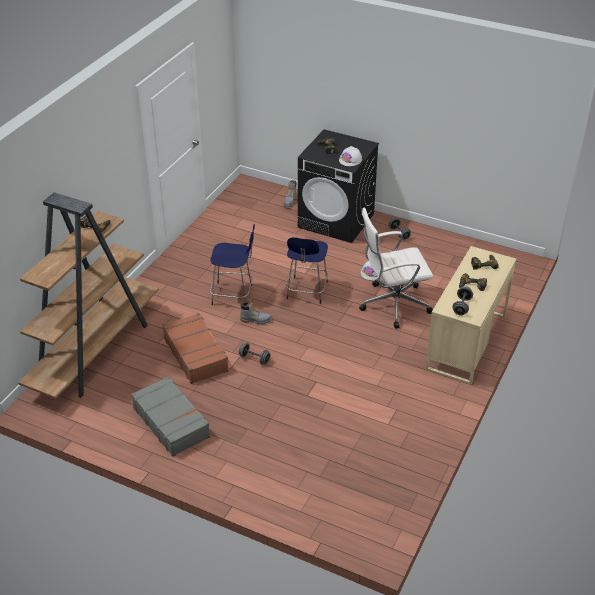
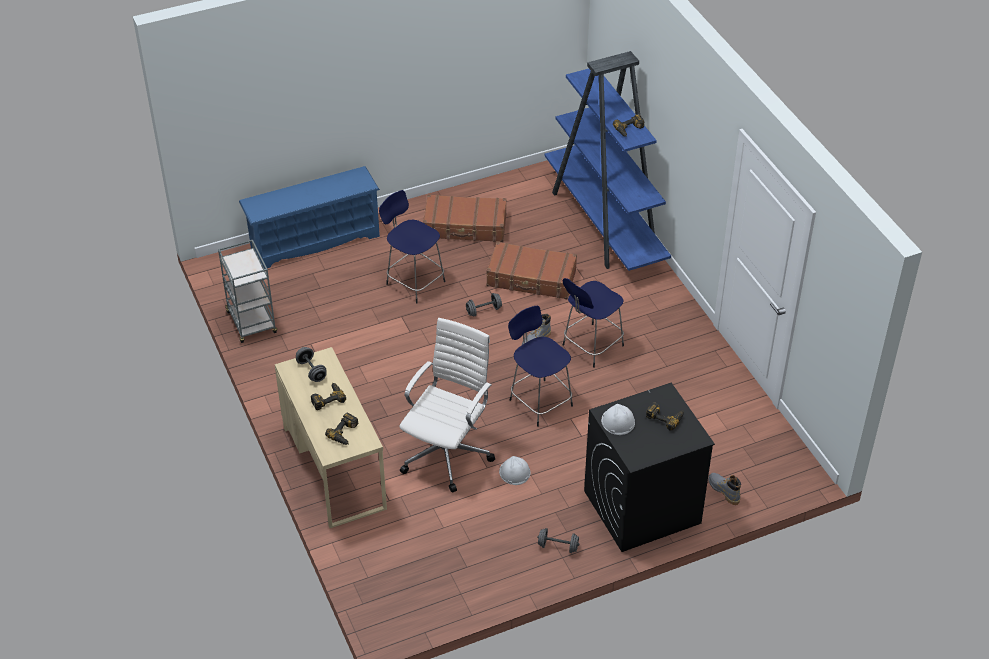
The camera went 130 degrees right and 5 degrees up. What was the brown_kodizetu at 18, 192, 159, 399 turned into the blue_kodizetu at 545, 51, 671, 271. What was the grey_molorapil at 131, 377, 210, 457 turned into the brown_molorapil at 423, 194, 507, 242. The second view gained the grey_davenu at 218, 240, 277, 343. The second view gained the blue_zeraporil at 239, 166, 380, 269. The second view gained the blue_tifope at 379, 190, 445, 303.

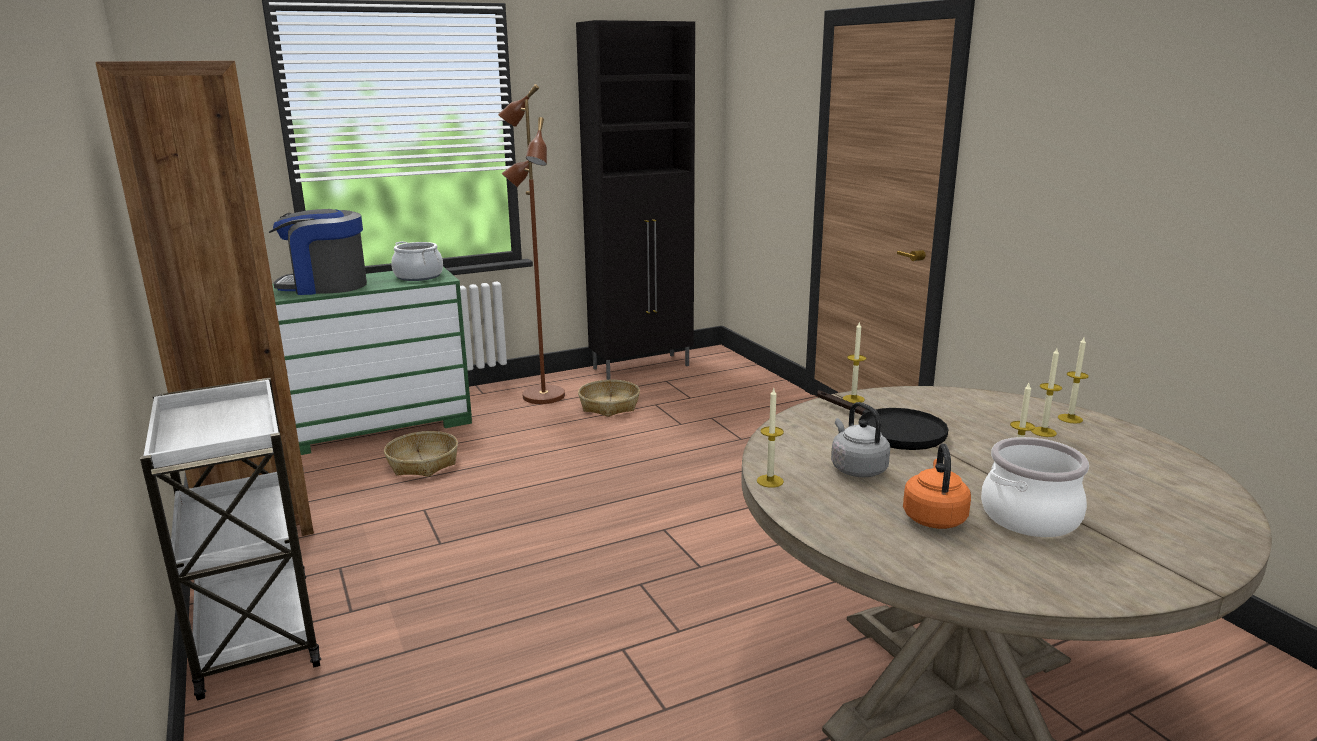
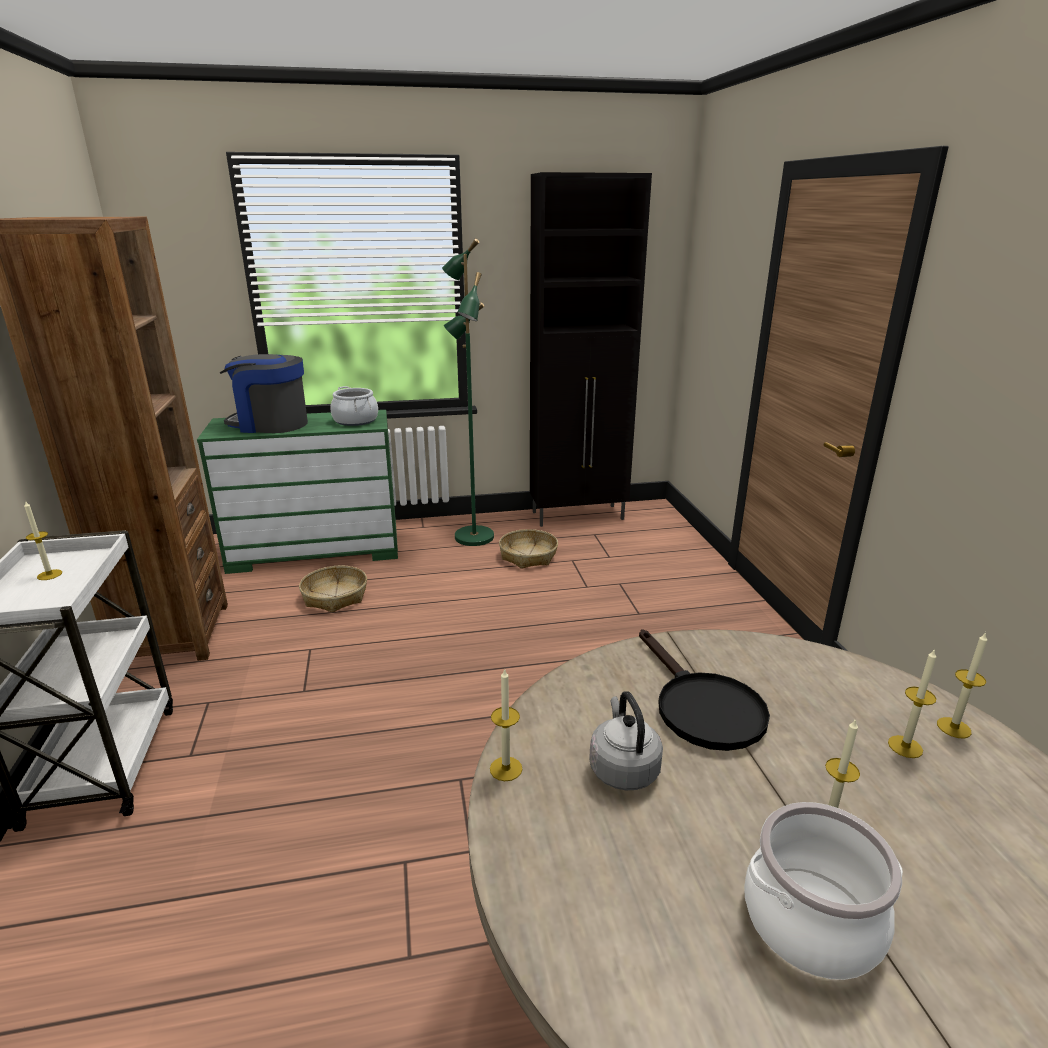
The camera went 15 degrees right and 5 degrees up. What was the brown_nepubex at 498, 84, 565, 404 turned into the green_nepubex at 442, 238, 494, 546. The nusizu ended up elsewhere, having gone from 843, 321, 866, 403 to 24, 500, 62, 580. The second view lost the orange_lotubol at 903, 444, 971, 529.

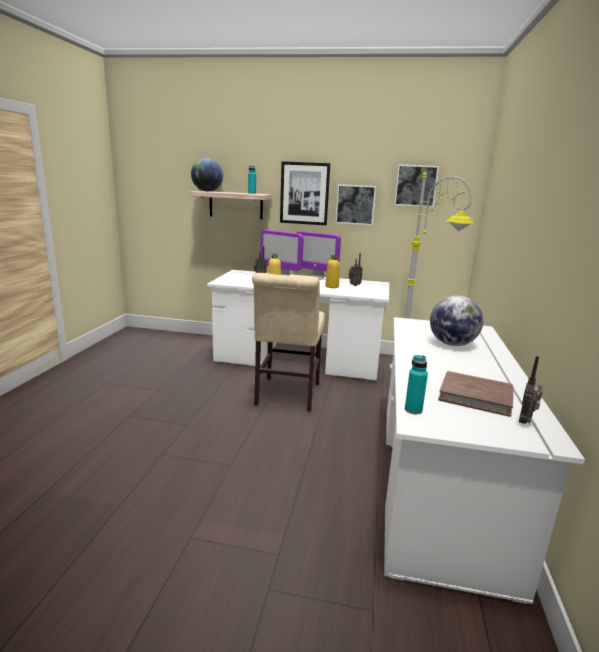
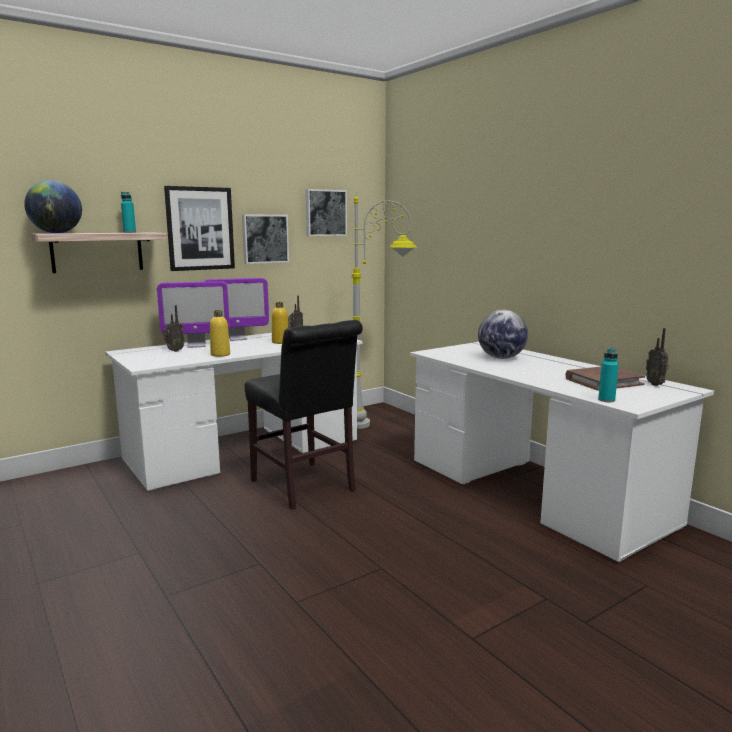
The camera went 45 degrees left and 5 degrees down. What was the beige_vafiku at 252, 273, 325, 412 turned into the black_vafiku at 244, 320, 363, 510.

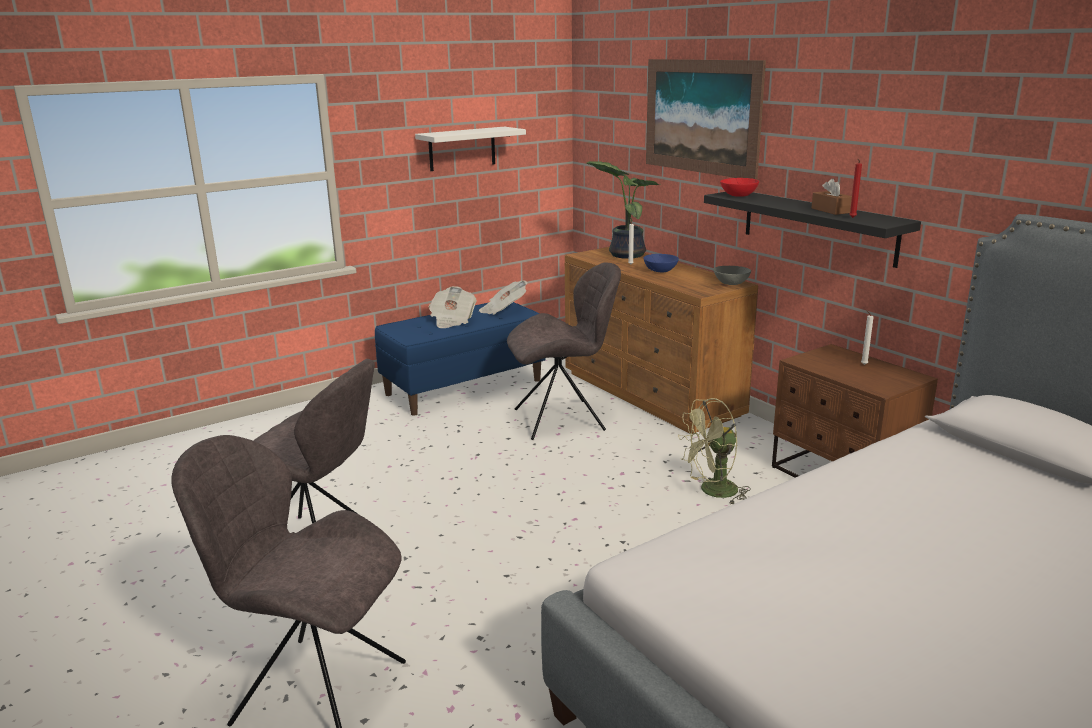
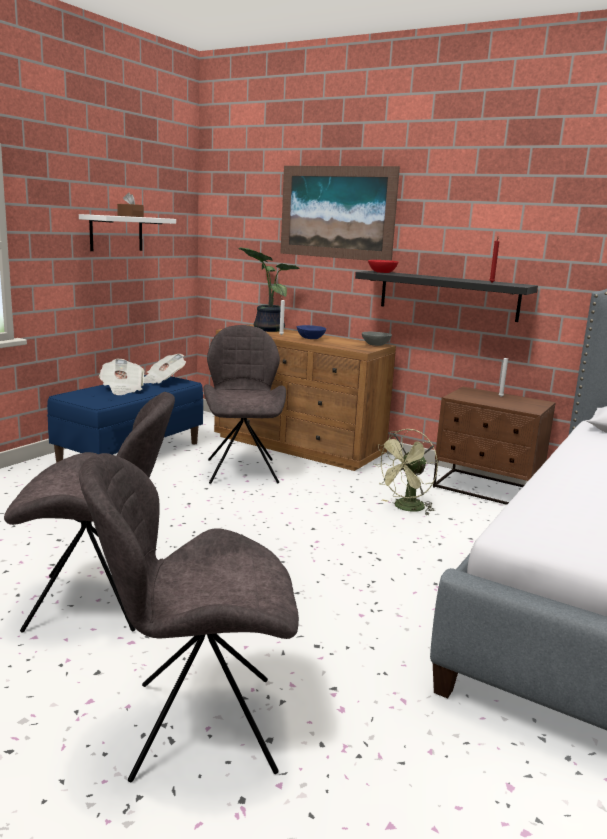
The camera went 25 degrees left and 5 degrees down. The grey_vafiku at 507, 262, 621, 440 ended up facing another way, 60 degrees counterclockwise from before. The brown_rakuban ended up elsewhere, having gone from 811, 179, 852, 215 to 117, 193, 144, 217.

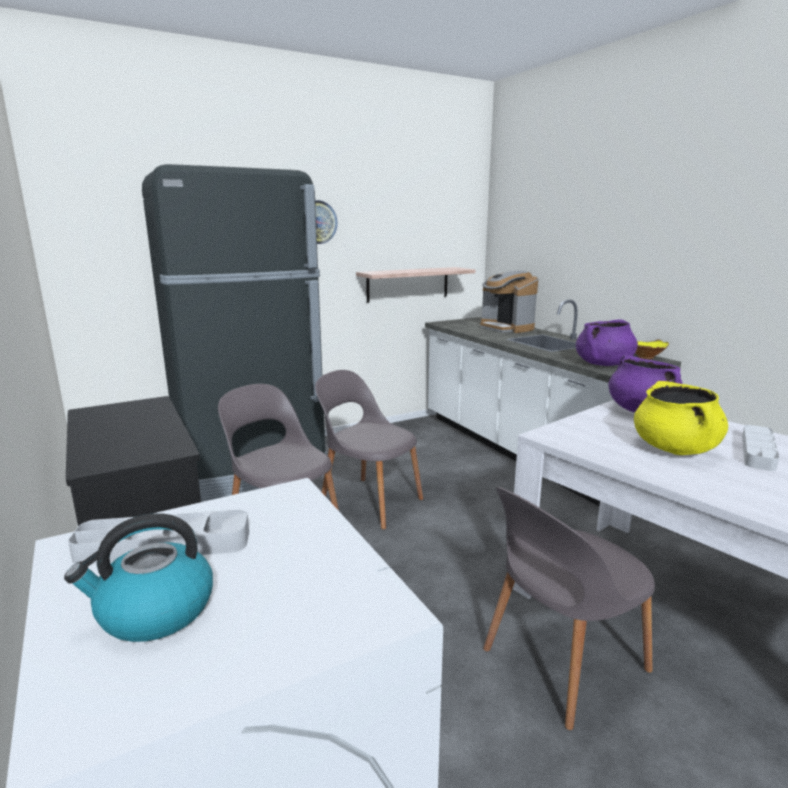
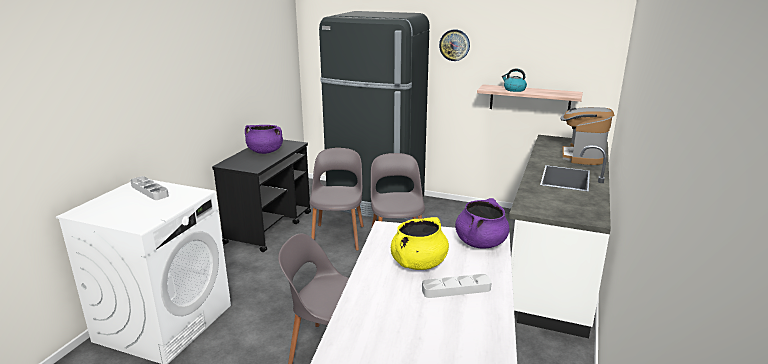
The camera went 50 degrees right and 5 degrees up. The lotubol ended up elsewhere, having gone from 64, 513, 213, 642 to 502, 68, 527, 92. The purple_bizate ended up elsewhere, having gone from 576, 320, 638, 366 to 245, 125, 283, 154. The second view lost the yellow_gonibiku at 635, 339, 669, 359.

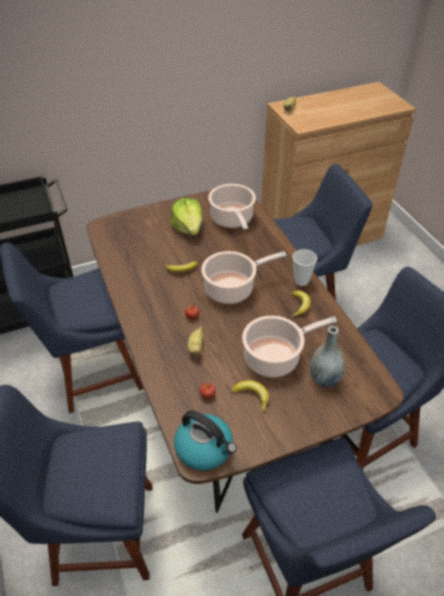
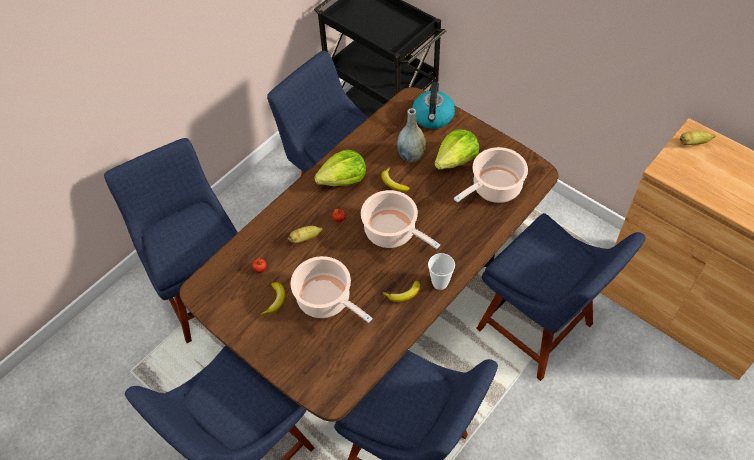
The camera went 65 degrees right and 10 degrees up. The lotubol ended up elsewhere, having gone from 174, 410, 237, 471 to 412, 81, 455, 129. The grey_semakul ended up elsewhere, having gone from 310, 326, 345, 388 to 397, 108, 426, 162. The second view gained the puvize at 314, 150, 366, 186.

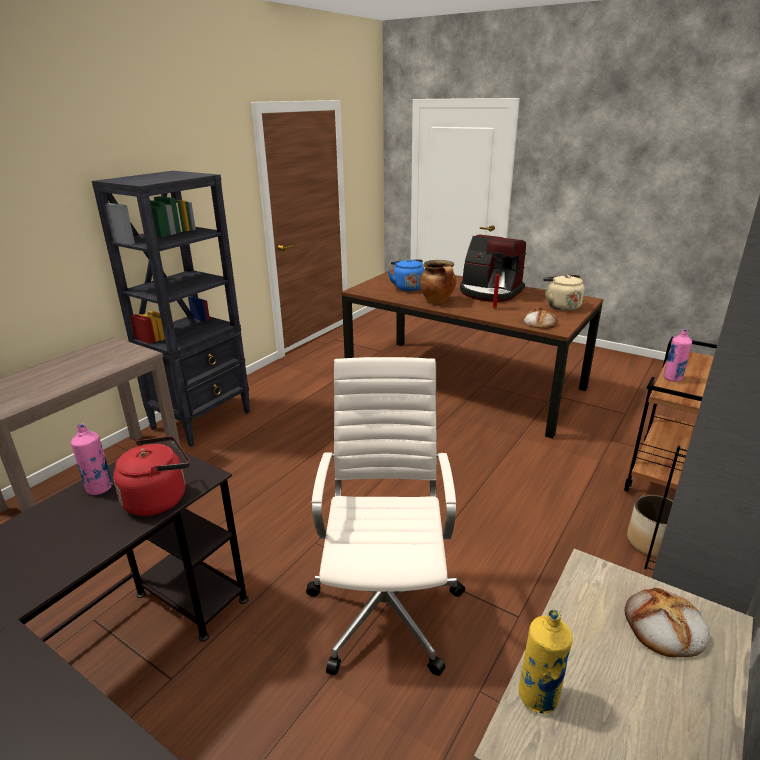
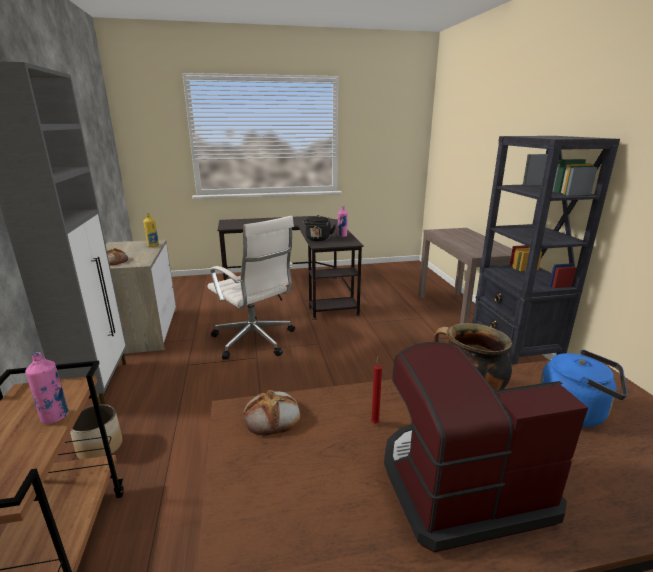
The camera went 135 degrees right and 5 degrees down. What was the red_lotubol at 113, 436, 190, 516 turned into the black_lotubol at 304, 215, 336, 241. The second view lost the beige_lotubol at 543, 275, 584, 311.

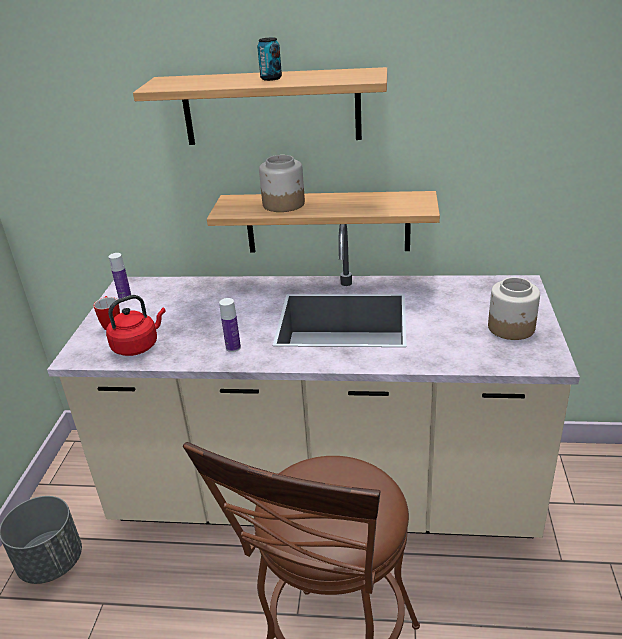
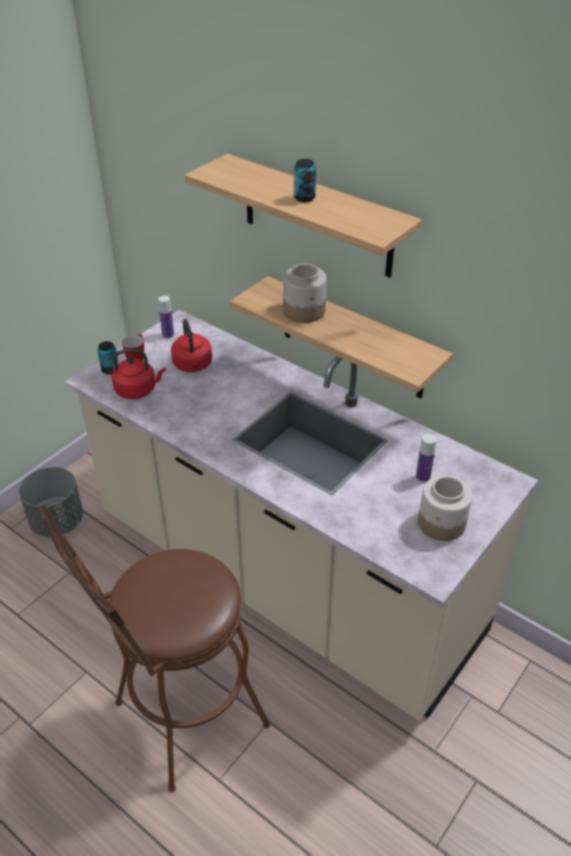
The camera went 30 degrees right and 10 degrees up. The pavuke ended up elsewhere, having gone from 219, 298, 241, 352 to 416, 434, 437, 482. The second view gained the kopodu at 98, 341, 119, 375. The second view gained the red_lotubol at 171, 319, 212, 372.

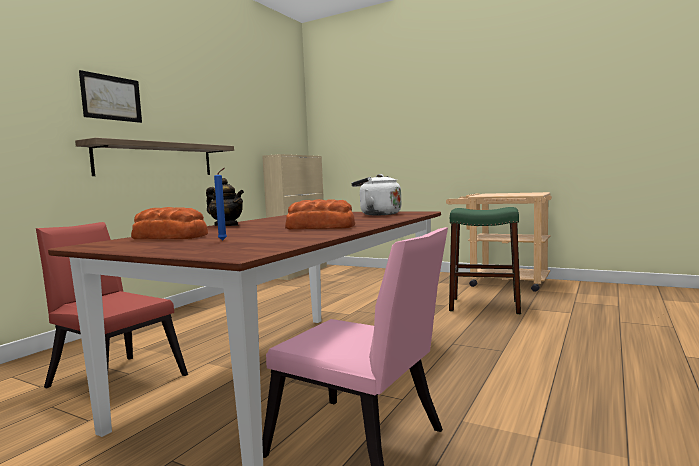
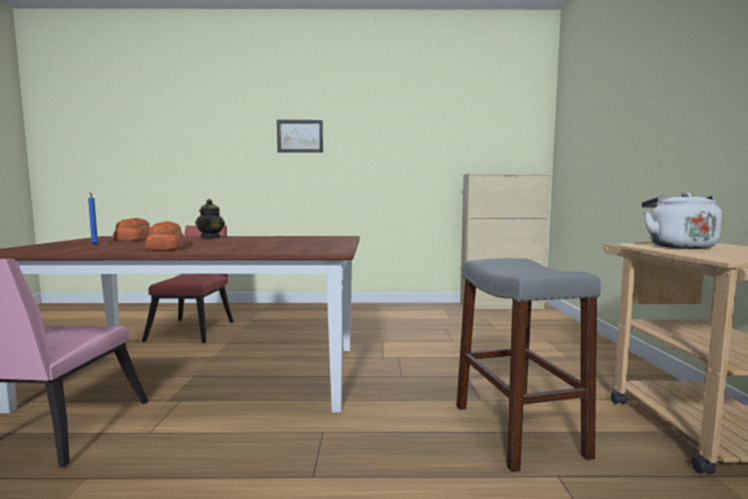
The camera went 60 degrees right and 0 degrees up. The second view lost the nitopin at 75, 138, 234, 176. The white_lotubol ended up elsewhere, having gone from 351, 174, 401, 215 to 642, 192, 722, 249. What was the green_tifope at 449, 207, 521, 314 turned into the grey_tifope at 457, 258, 601, 472.

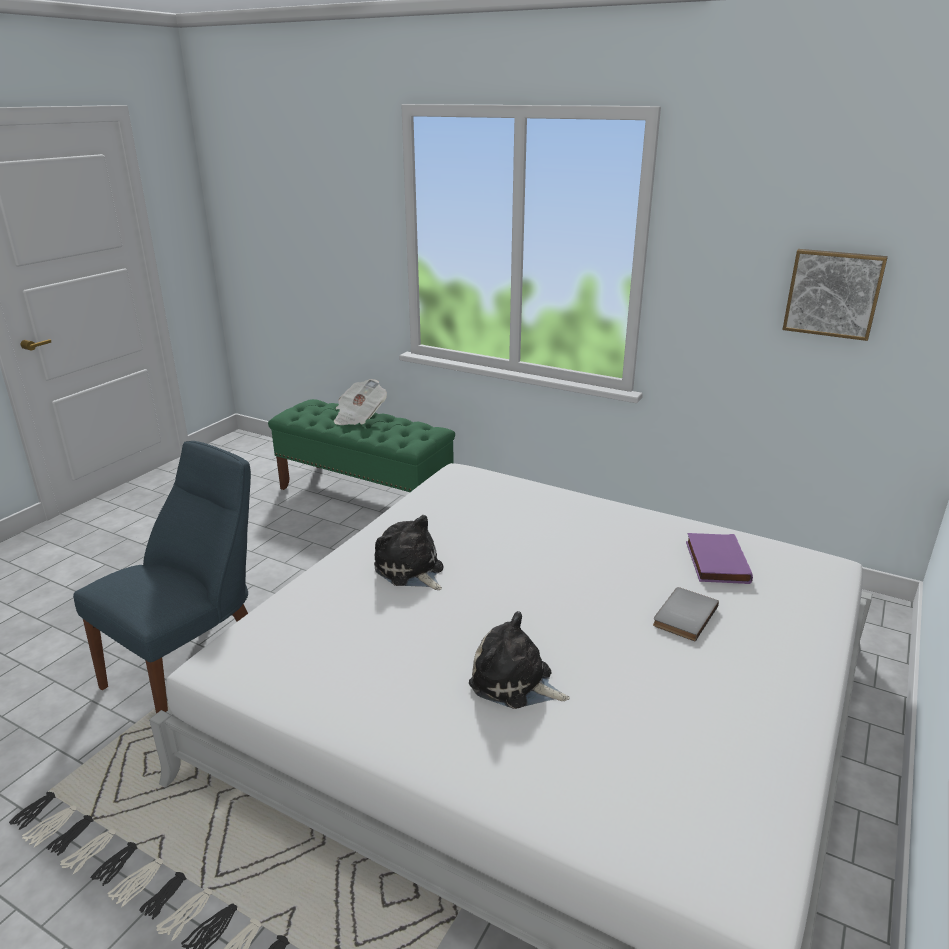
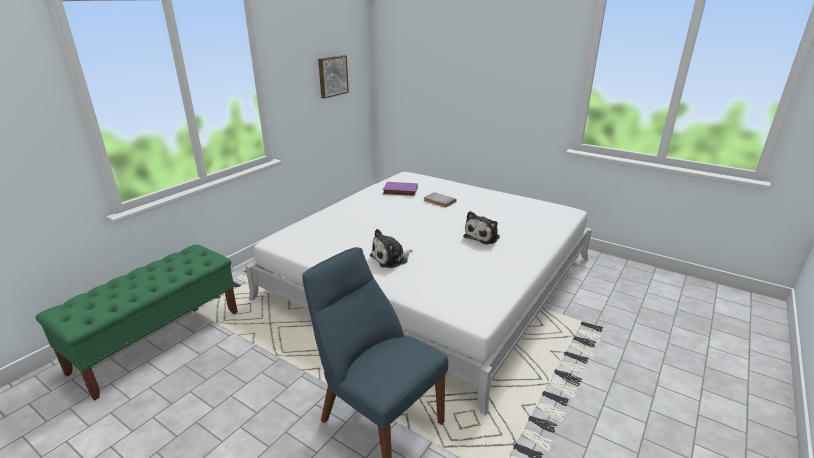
The camera went 85 degrees left and 0 degrees up. The second view lost the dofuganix at 334, 379, 387, 425.

